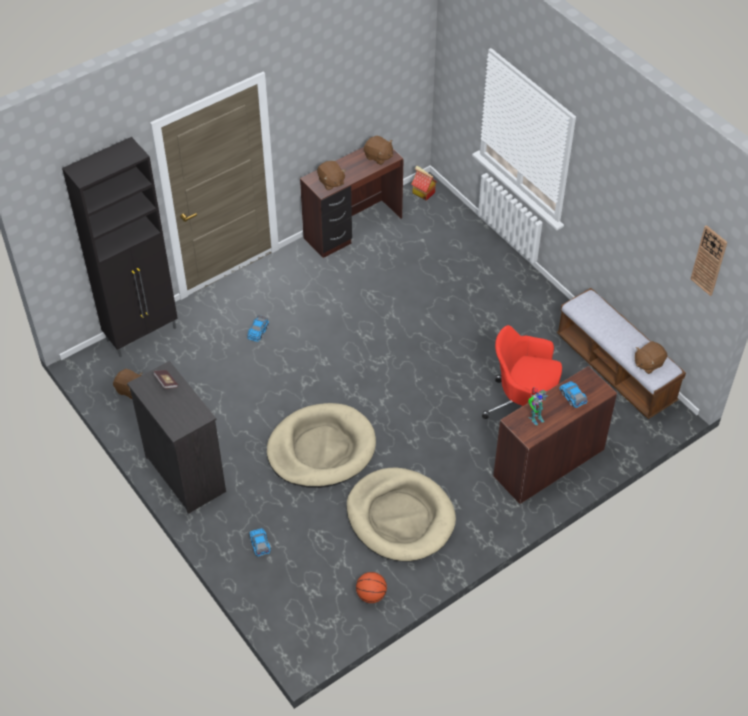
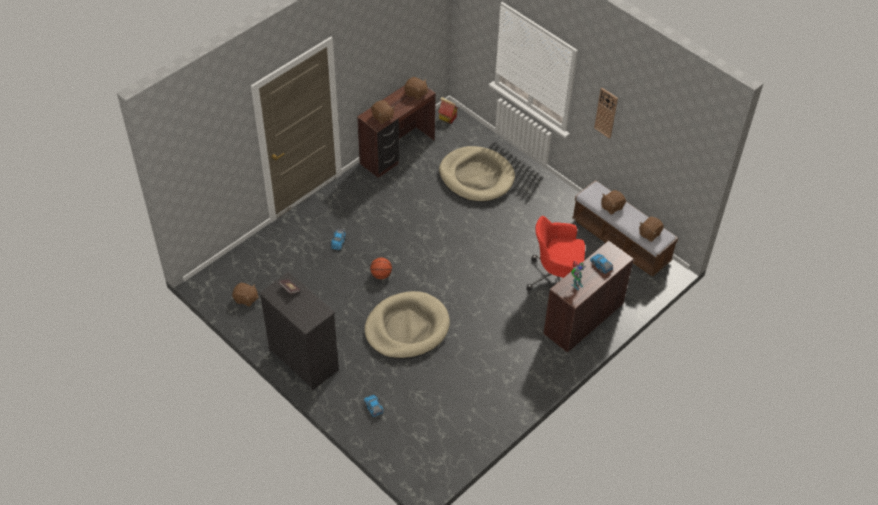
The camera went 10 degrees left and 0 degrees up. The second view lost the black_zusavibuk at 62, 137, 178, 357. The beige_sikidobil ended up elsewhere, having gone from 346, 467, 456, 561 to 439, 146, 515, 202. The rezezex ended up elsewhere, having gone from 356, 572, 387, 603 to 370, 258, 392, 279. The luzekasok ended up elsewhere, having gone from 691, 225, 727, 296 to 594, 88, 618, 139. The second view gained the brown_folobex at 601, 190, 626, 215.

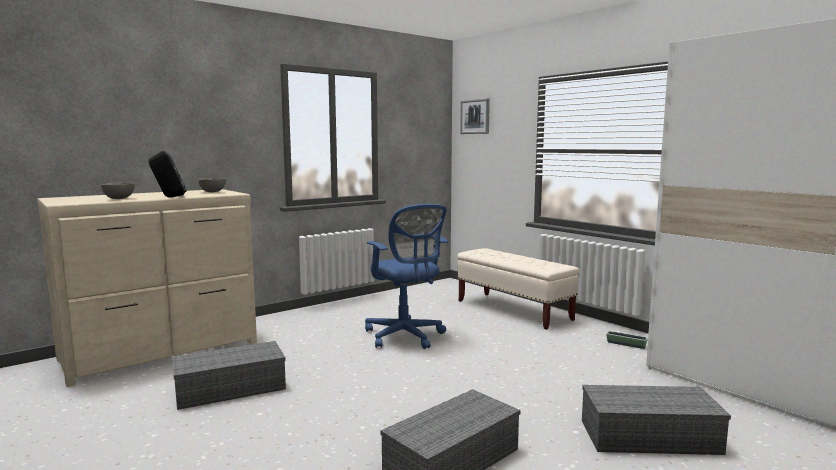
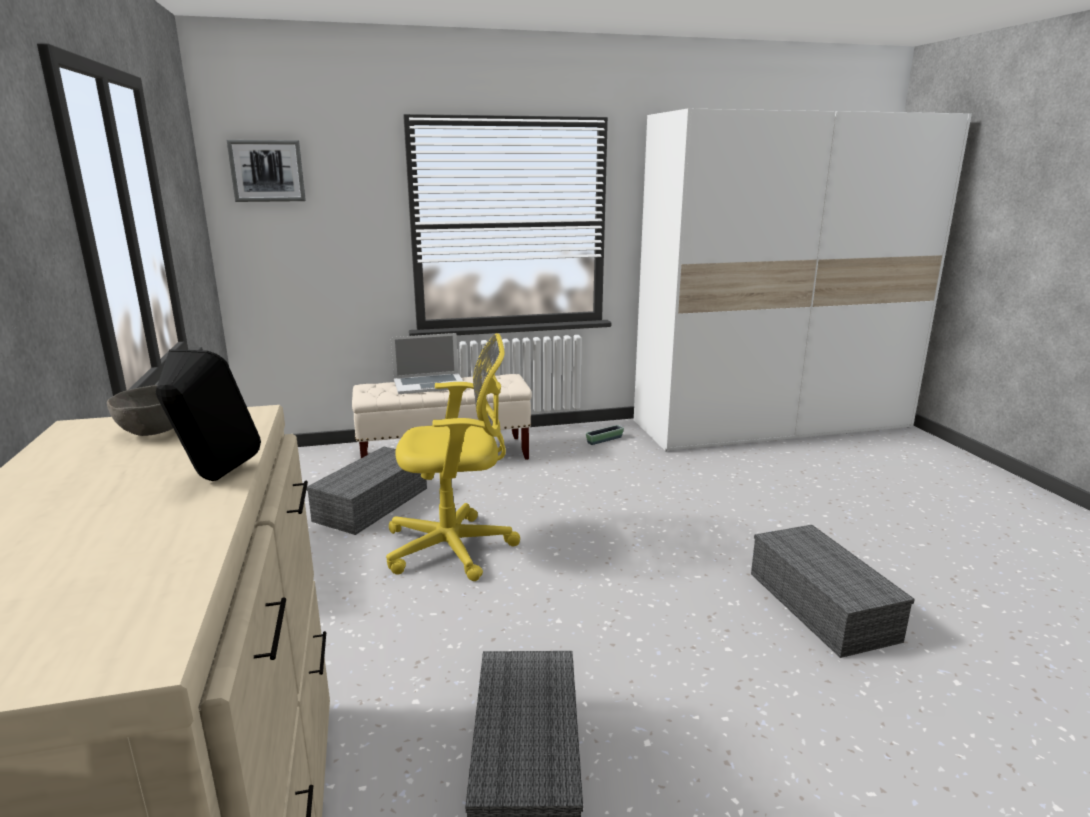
The camera went 65 degrees left and 10 degrees up. The second view lost the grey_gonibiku at 101, 182, 135, 199. What was the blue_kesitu at 365, 204, 448, 349 turned into the yellow_kesitu at 386, 333, 520, 581. The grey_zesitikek ended up elsewhere, having gone from 582, 385, 731, 455 to 306, 447, 427, 535. The second view gained the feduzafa at 391, 333, 463, 394.

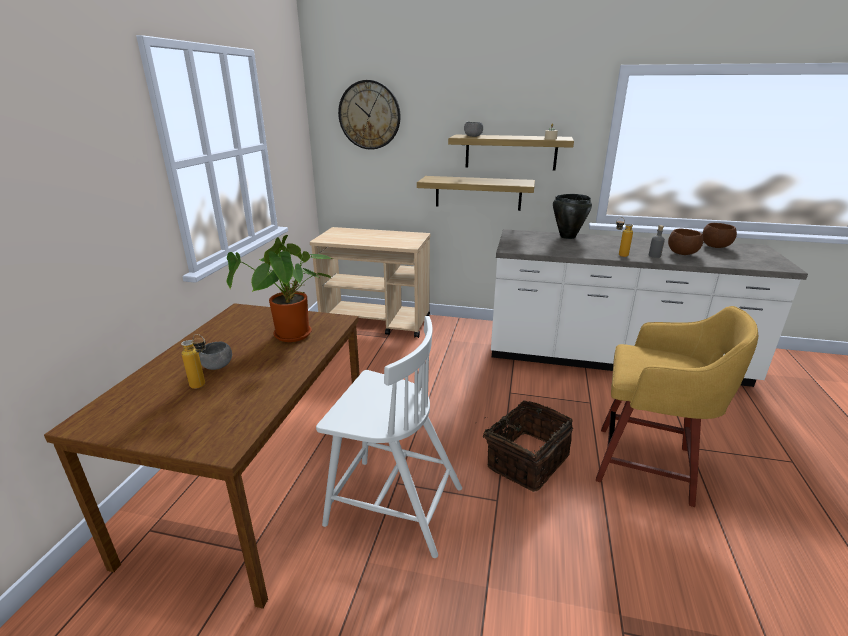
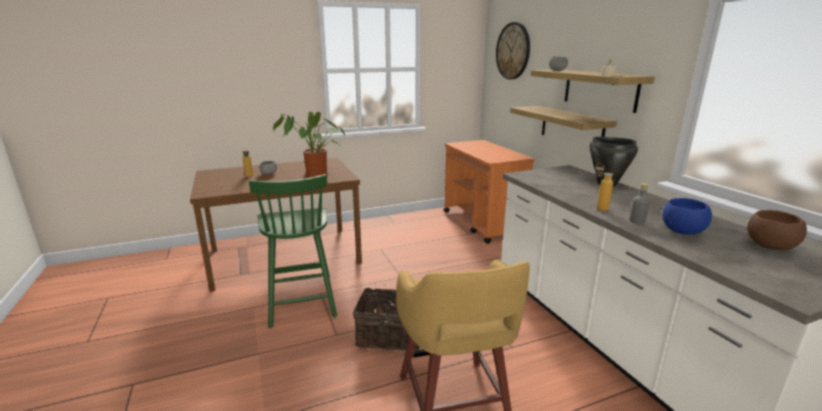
The camera went 55 degrees right and 5 degrees down. What was the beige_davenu at 310, 227, 431, 338 turned into the orange_davenu at 444, 140, 534, 244. What was the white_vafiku at 316, 316, 462, 558 turned into the green_vafiku at 249, 174, 337, 328. What was the brown_gonibiku at 668, 229, 703, 255 turned into the blue_gonibiku at 662, 198, 712, 235.

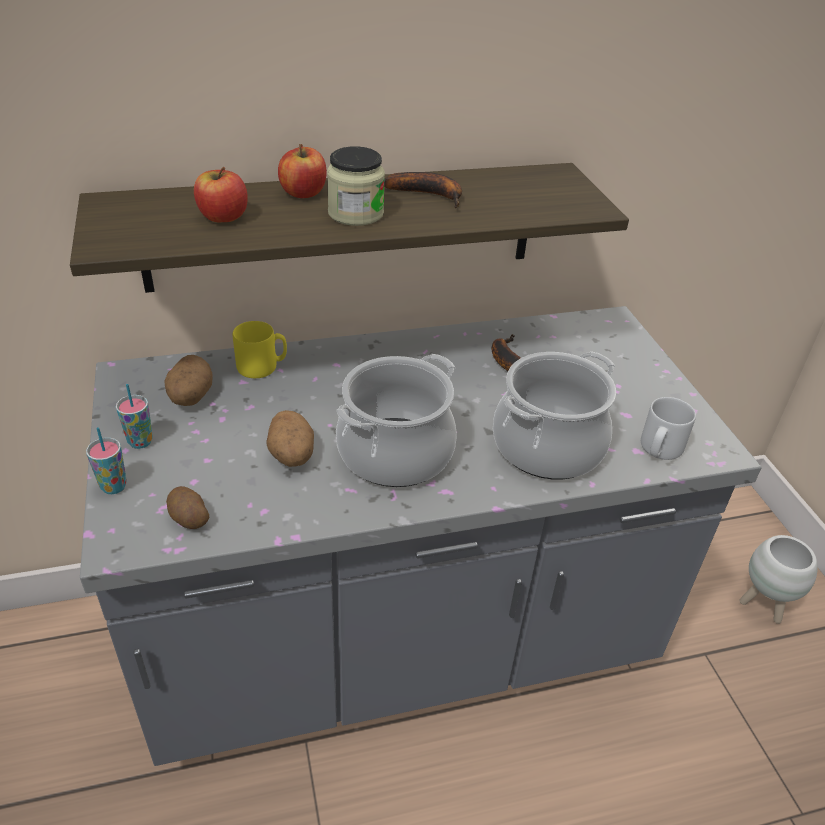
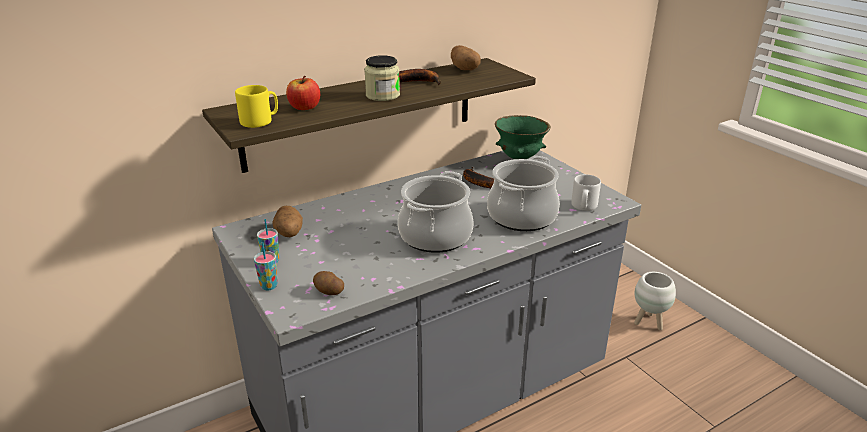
The camera went 15 degrees left and 10 degrees down. The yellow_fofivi ended up elsewhere, having gone from 233, 321, 287, 378 to 235, 85, 278, 128. The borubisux ended up elsewhere, having gone from 267, 410, 314, 467 to 451, 45, 481, 71. The second view lost the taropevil at 278, 144, 326, 198. The second view gained the green_gonibiku at 495, 115, 551, 159.

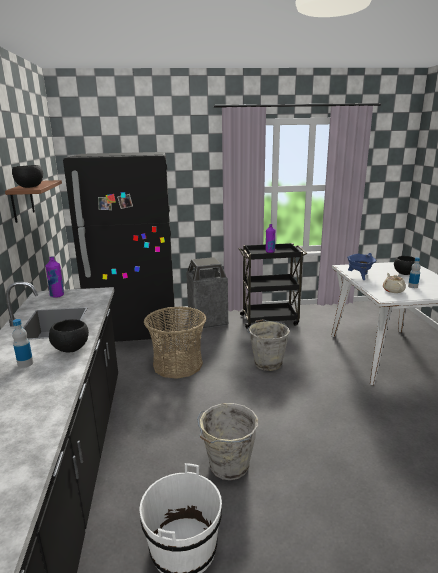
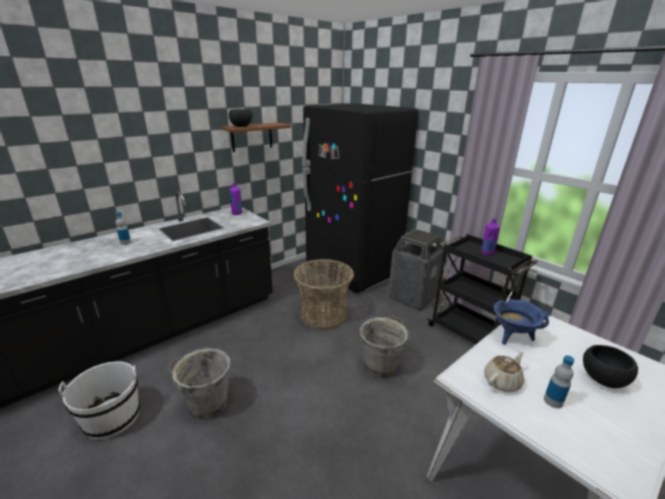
The camera went 55 degrees right and 5 degrees up. The second view lost the black_gonibiku at 49, 319, 89, 353.

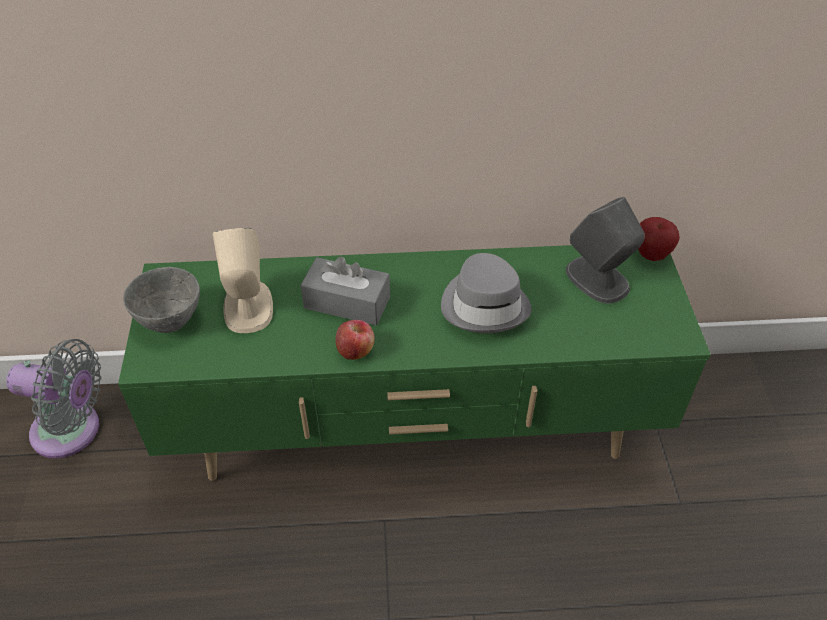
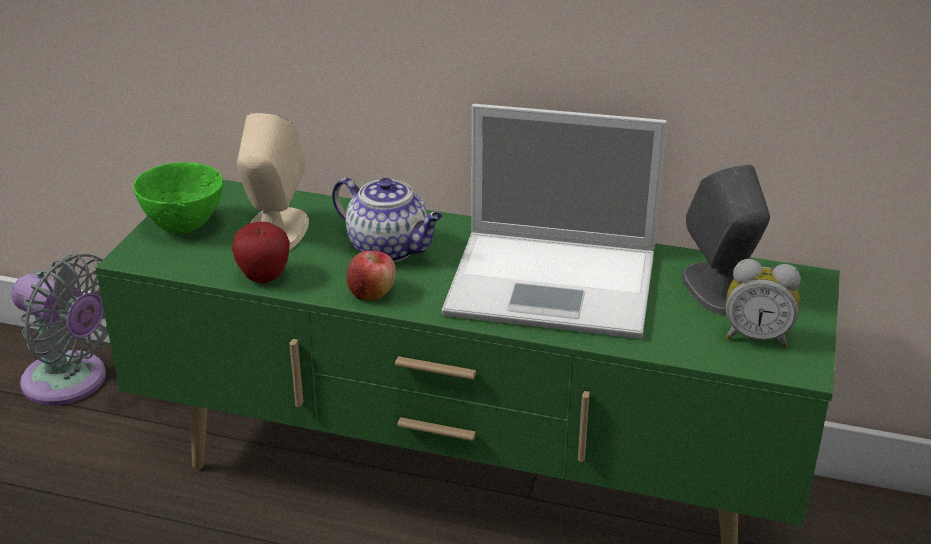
The camera went 20 degrees right and 15 degrees down. What was the grey_gonibiku at 123, 267, 200, 333 turned into the green_gonibiku at 133, 162, 223, 234. Where the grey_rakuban stood at 301, 257, 390, 326, the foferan came to stand at 332, 178, 443, 262. Where the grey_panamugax stood at 441, 253, 532, 333, the feduzafa came to stand at 442, 104, 667, 339. The taropevil ended up elsewhere, having gone from 638, 217, 680, 261 to 232, 222, 290, 283. The second view gained the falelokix at 725, 259, 801, 348.

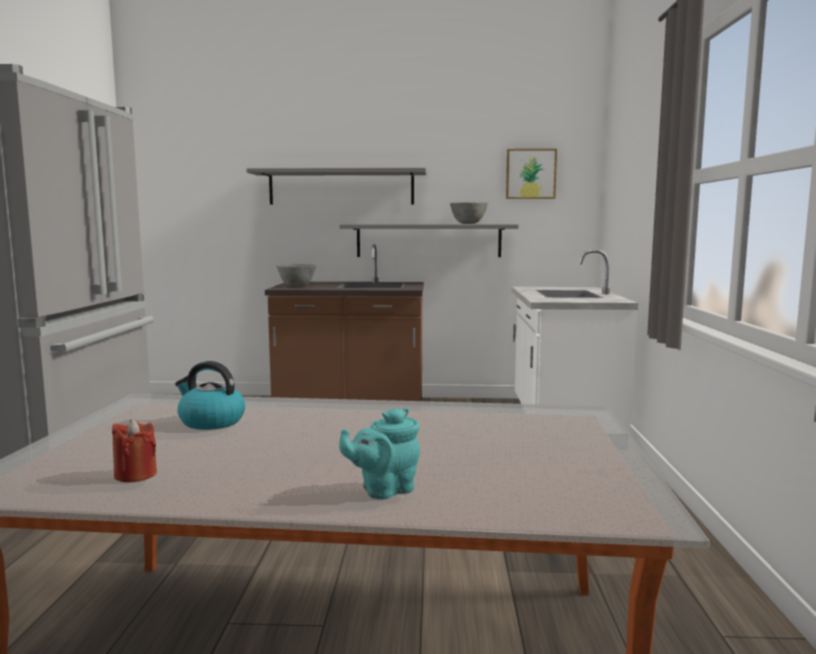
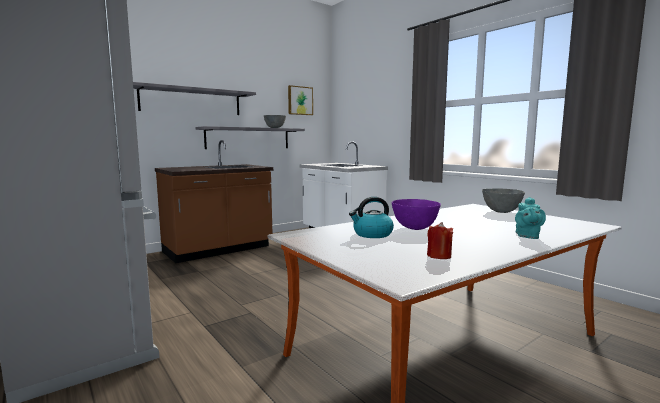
The camera went 40 degrees left and 0 degrees up. The grey_gonibiku ended up elsewhere, having gone from 277, 264, 317, 287 to 482, 188, 525, 213. The second view gained the purple_gonibiku at 391, 199, 441, 230.

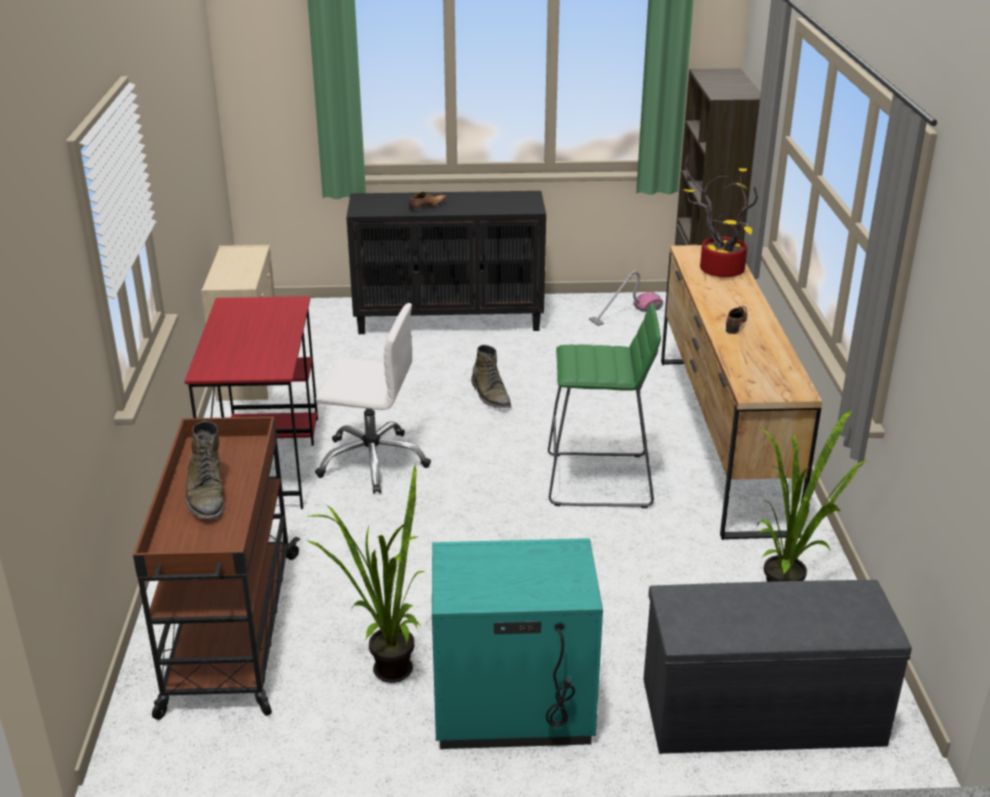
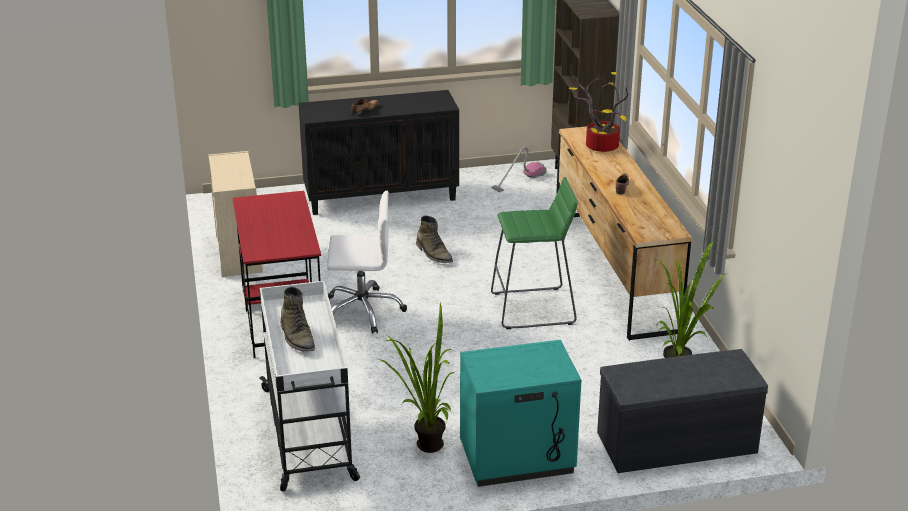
The camera went 10 degrees left and 0 degrees up. What was the brown_davenu at 133, 417, 300, 720 turned into the white_davenu at 259, 281, 360, 491.

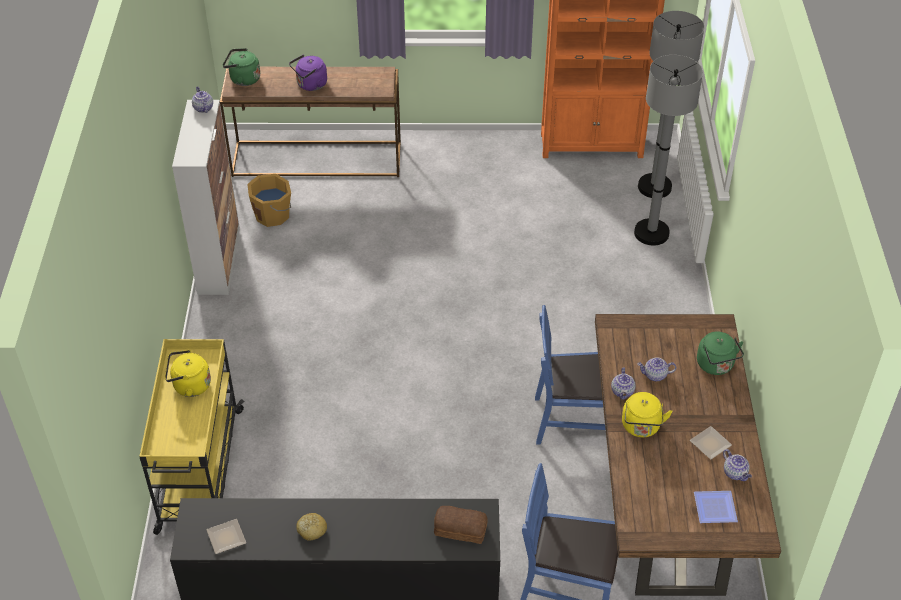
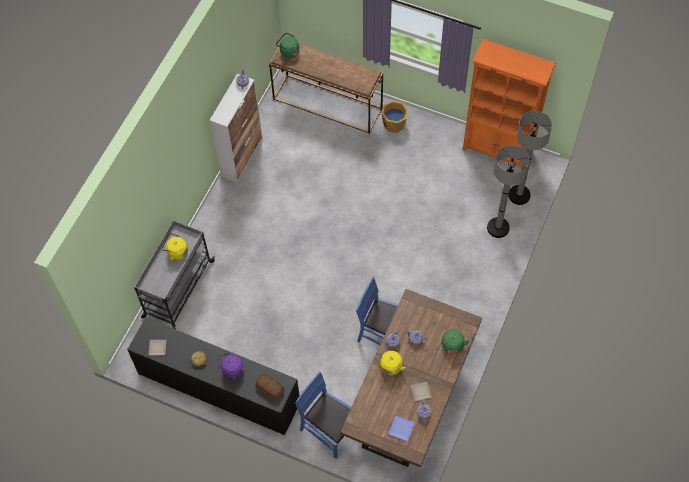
The camera went 25 degrees right and 15 degrees up. What was the yellow_davenu at 139, 339, 244, 535 turned into the grey_davenu at 134, 220, 215, 329. The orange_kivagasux ended up elsewhere, having gone from 247, 174, 291, 227 to 381, 100, 408, 133. The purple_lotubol ended up elsewhere, having gone from 289, 54, 327, 91 to 218, 353, 244, 380.

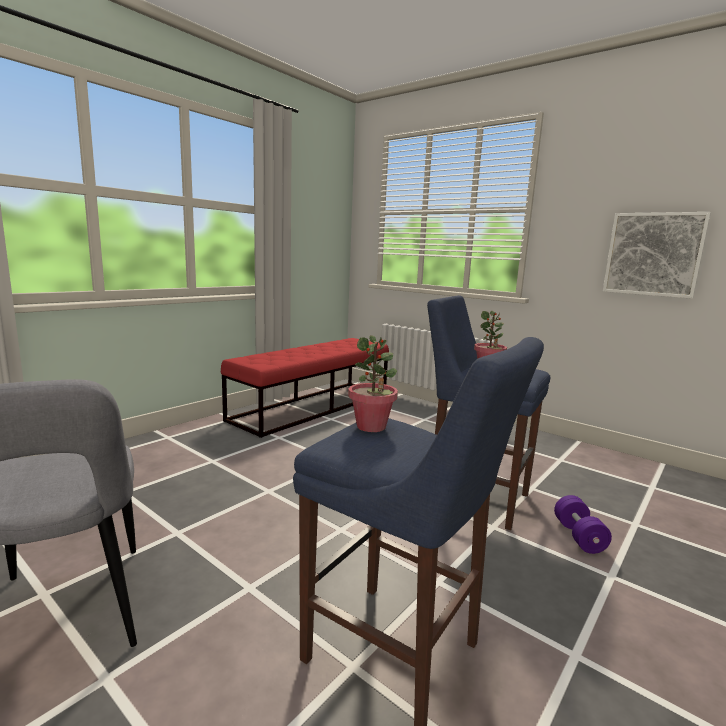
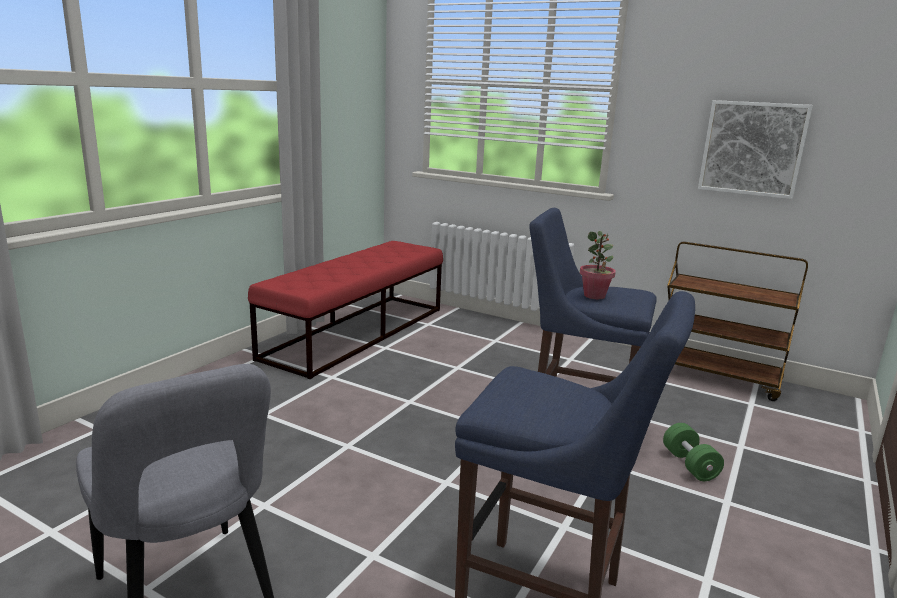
The camera went 10 degrees left and 5 degrees up. The second view lost the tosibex at 348, 335, 398, 432. What was the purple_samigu at 554, 495, 612, 554 turned into the green_samigu at 663, 423, 724, 481. The second view gained the brown_davenu at 667, 242, 808, 401.

